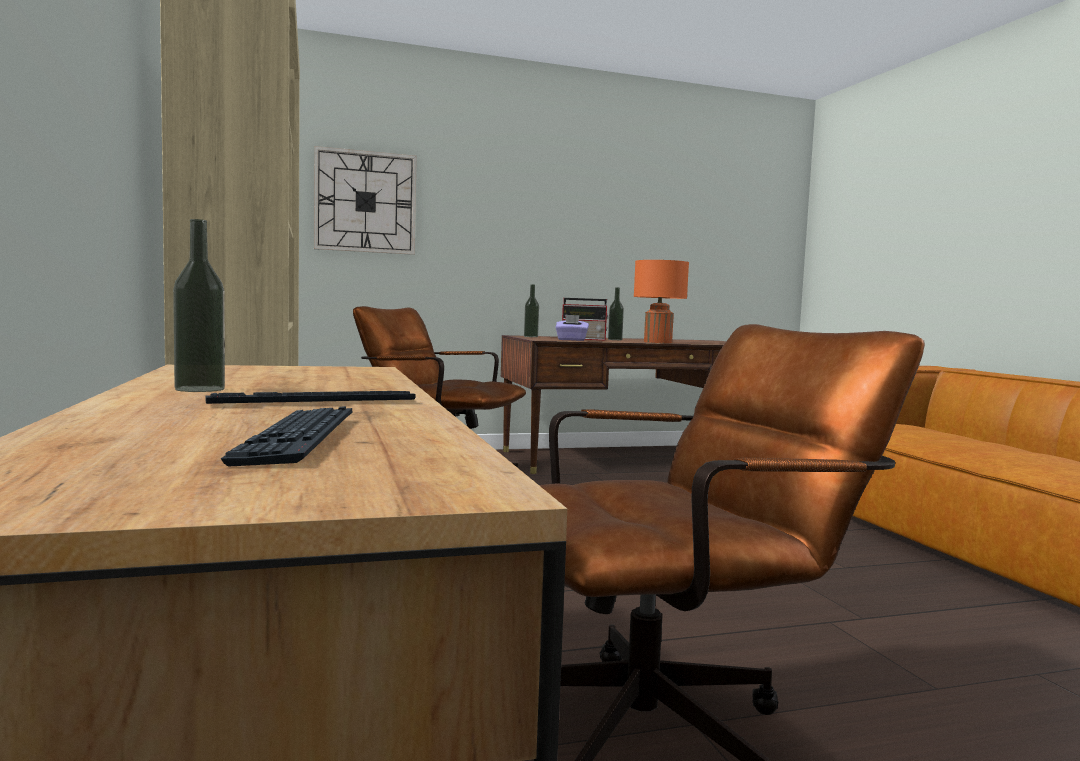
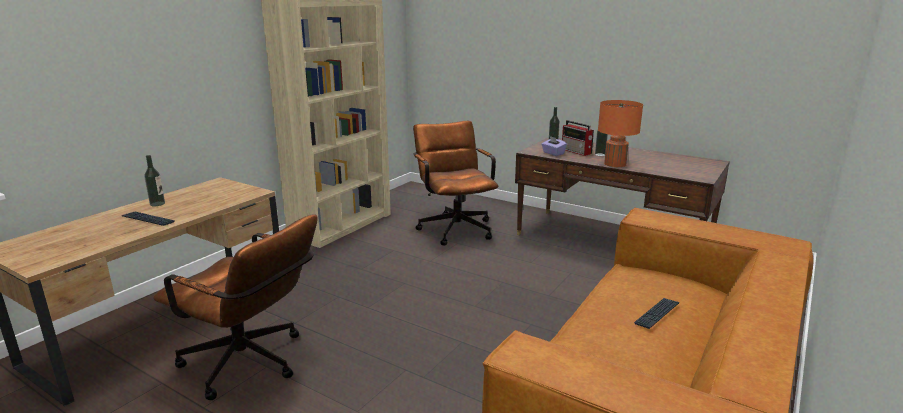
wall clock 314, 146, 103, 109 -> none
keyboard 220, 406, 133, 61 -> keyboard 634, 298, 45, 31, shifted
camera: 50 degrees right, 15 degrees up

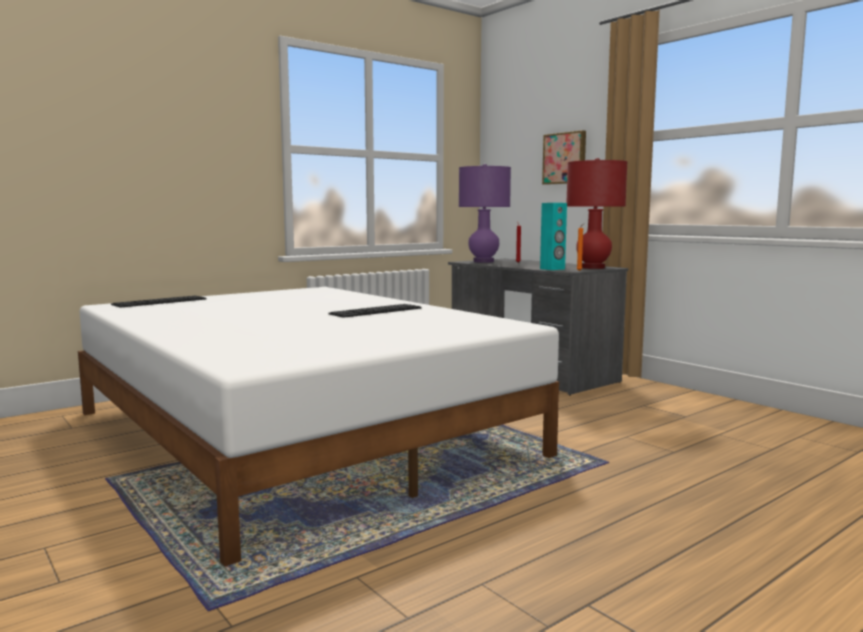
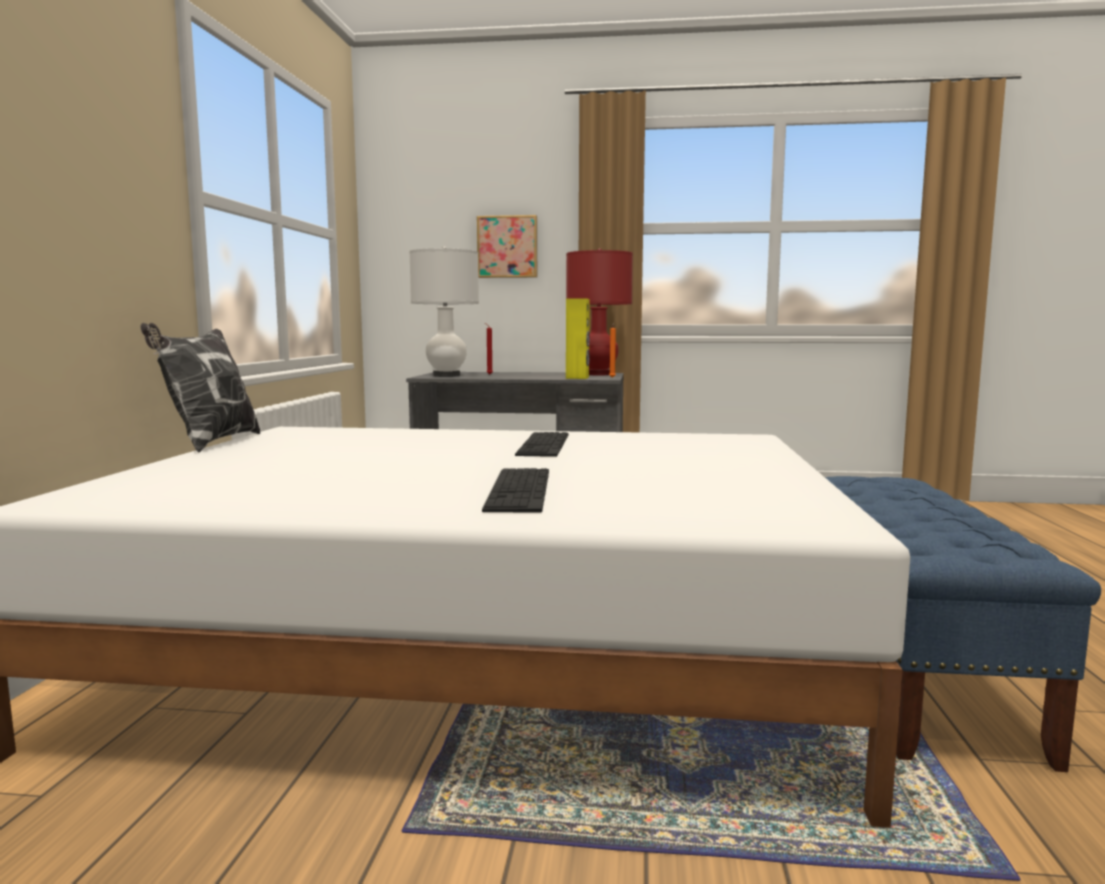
purple table lamp 459, 164, 52, 99 -> white table lamp 409, 247, 70, 130
turquoise speaker 540, 203, 27, 67 -> yellow speaker 566, 298, 24, 81
keyboard 111, 296, 96, 12 -> keyboard 482, 468, 67, 45, shifted
none -> pillow 140, 323, 120, 129
none -> blue bench 825, 476, 276, 296
camera: 45 degrees left, 0 degrees up

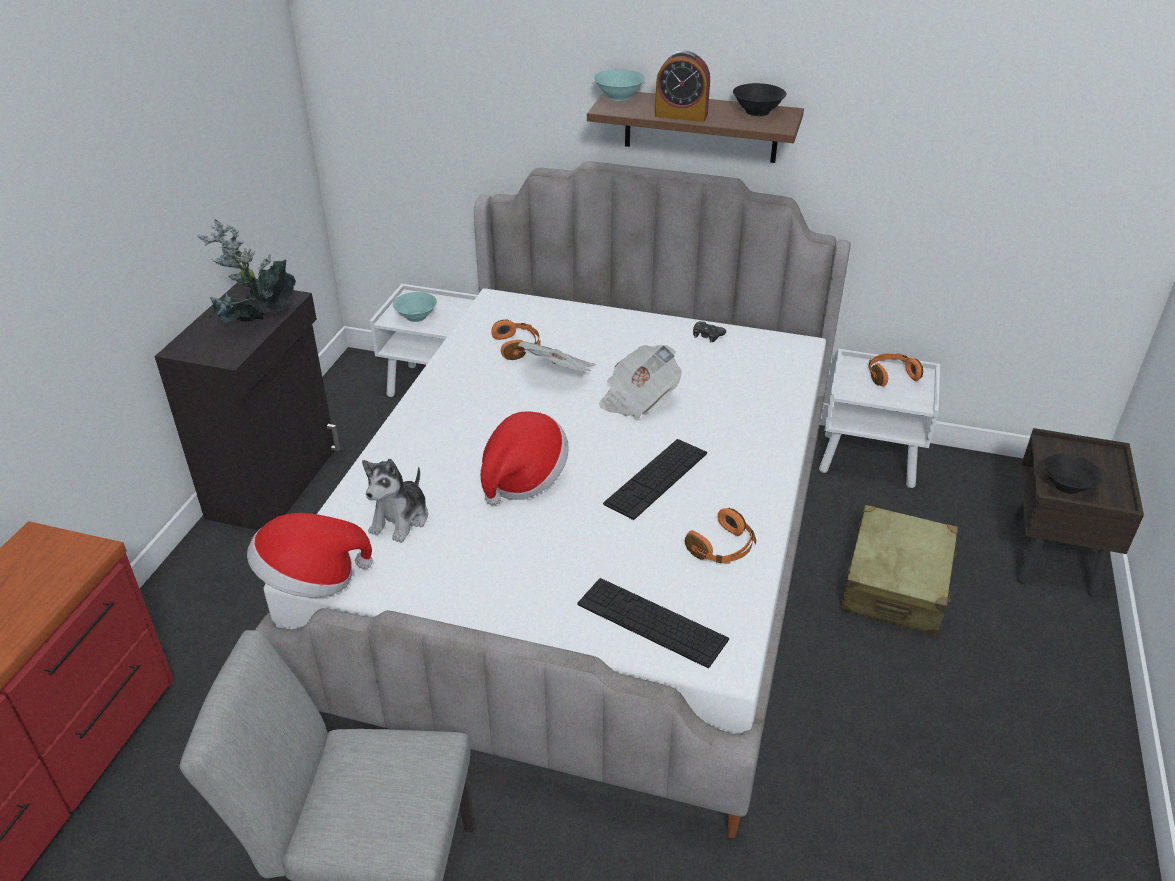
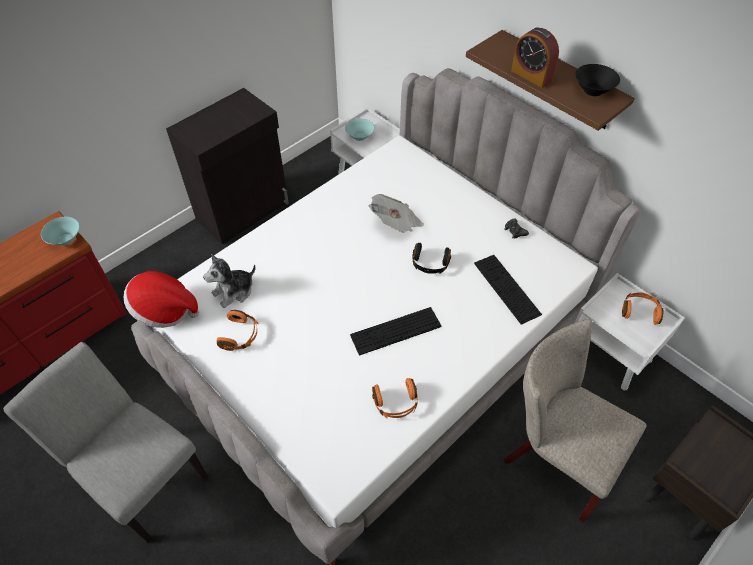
turquoise bowl 594, 69, 51, 32 -> turquoise bowl 41, 217, 39, 28, shifted
potted plant 197, 219, 99, 103 -> none
orange headphones 491, 320, 50, 40 -> orange headphones 217, 310, 42, 41, shifted
newspaper 599, 345, 83, 74 -> black headphones 412, 243, 39, 31
hat 481, 411, 88, 94 -> none
black bowl 1044, 453, 58, 41 -> none
beige suitcase 840, 505, 118, 131 -> beige chair 504, 319, 142, 203
keyboard 577, 578, 152, 90 -> keyboard 474, 255, 68, 70, shifted
camera: 30 degrees right, 15 degrees up

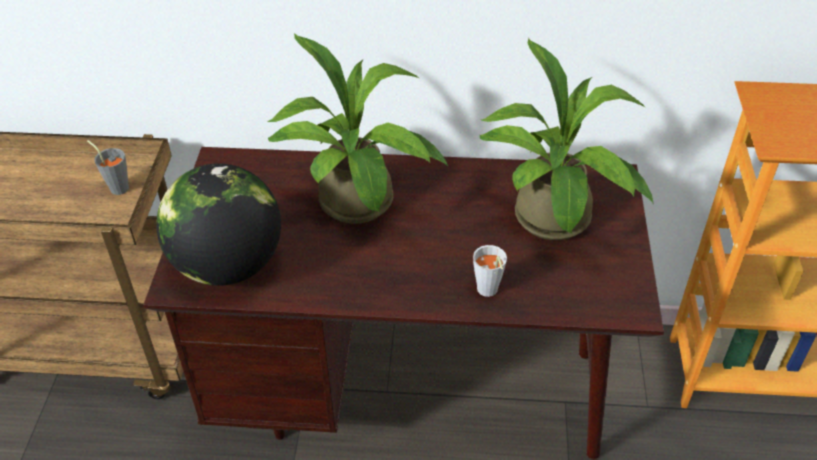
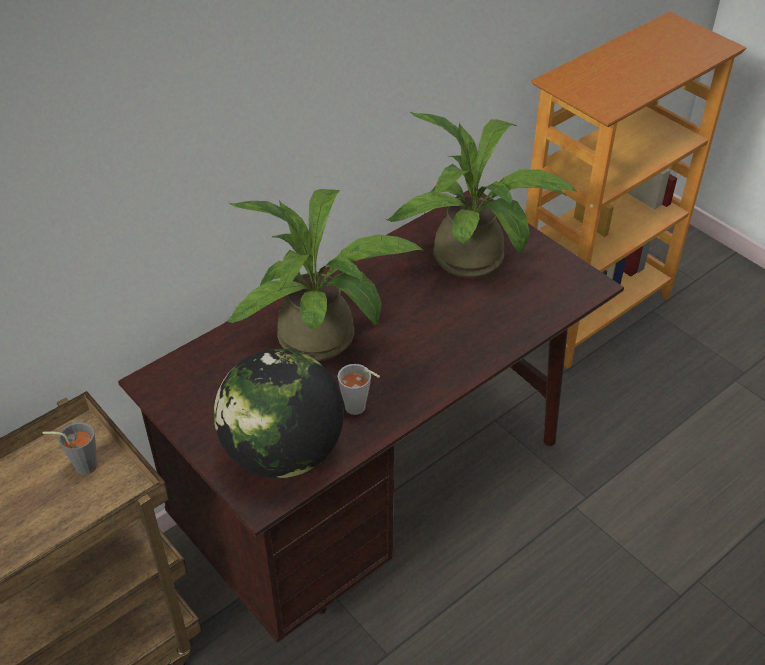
grey cup 473, 245, 34, 52 -> grey cup 338, 364, 42, 51, shifted
camera: 45 degrees left, 0 degrees up

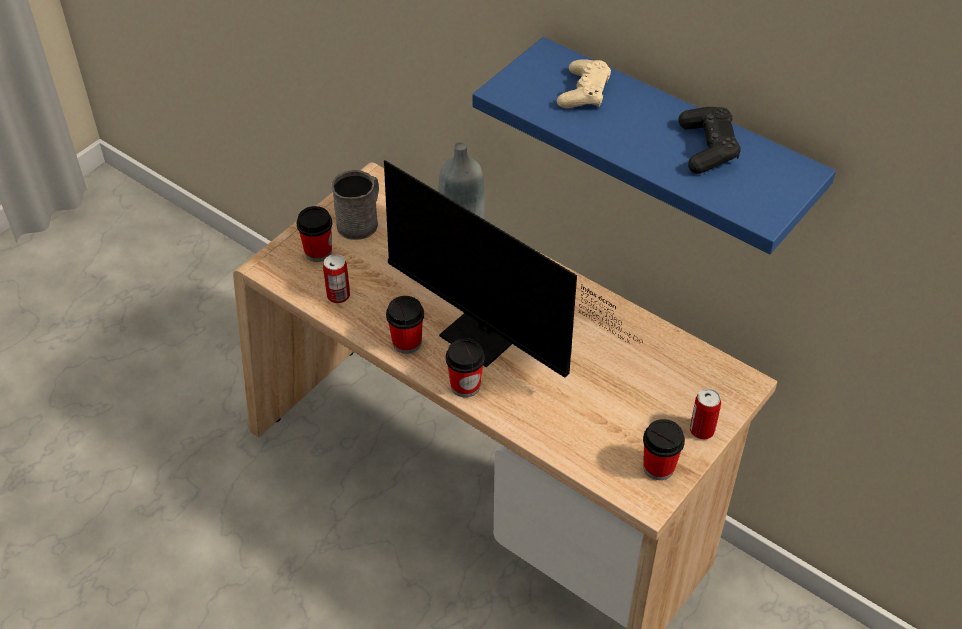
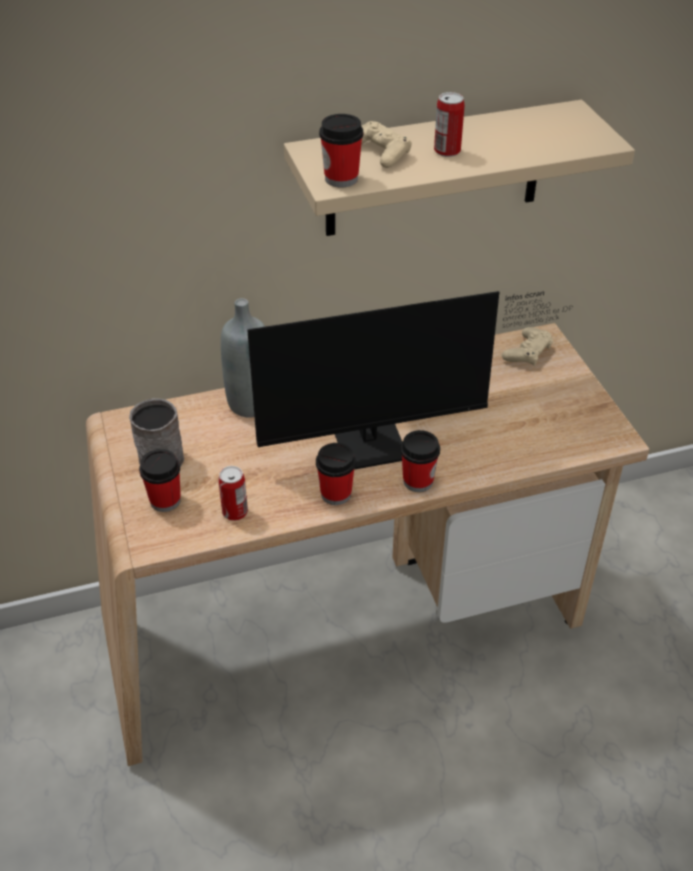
blue shelf 472, 37, 364, 217 -> beige shelf 284, 100, 351, 136
black game controller 678, 107, 63, 67 -> none
can 690, 388, 31, 51 -> can 434, 92, 31, 65, shifted
cup 643, 419, 42, 61 -> cup 319, 114, 44, 73, shifted
none -> beige game controller 502, 327, 51, 39
camera: 55 degrees left, 5 degrees down

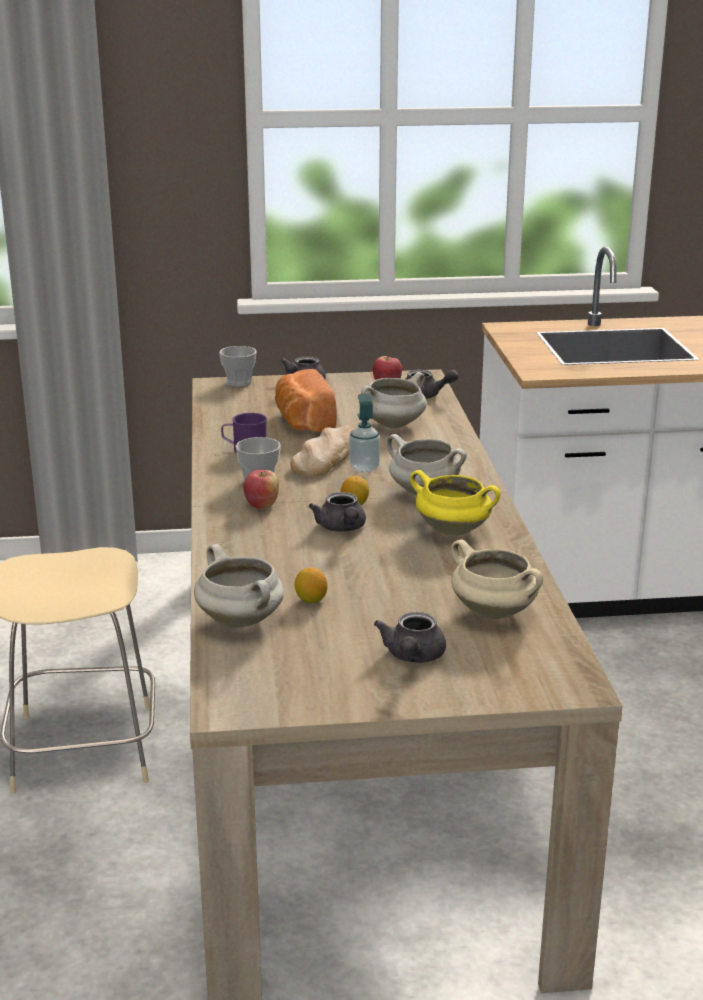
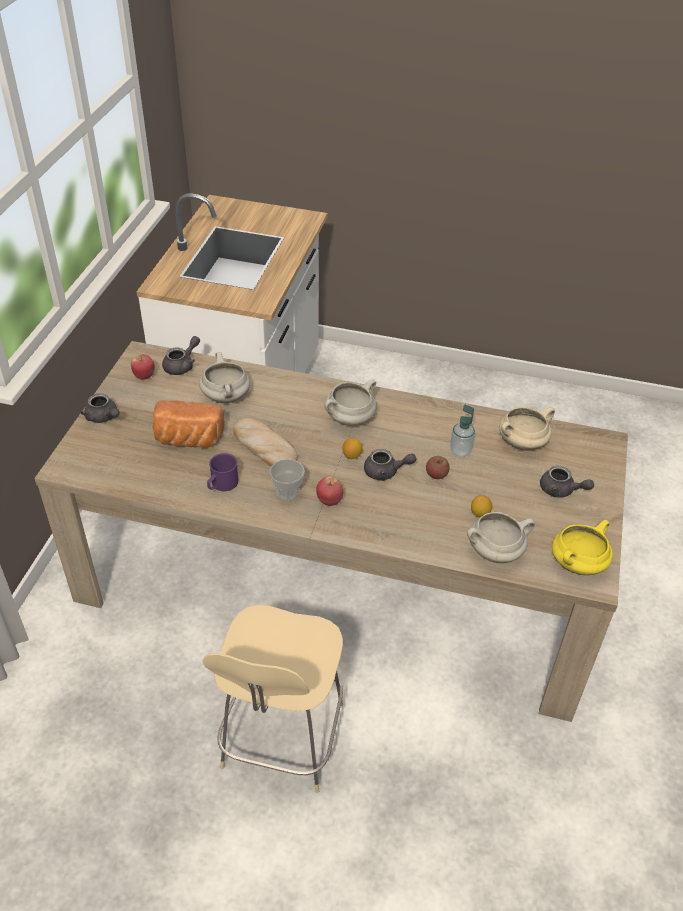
cup 219, 346, 38, 41 -> none
soap dispenser 349, 394, 31, 79 -> soap dispenser 450, 404, 25, 52, shifted
yellow cooking pot 410, 470, 91, 66 -> yellow cooking pot 552, 520, 61, 55, shifted
none -> apple 426, 456, 24, 23
camera: 70 degrees left, 20 degrees up

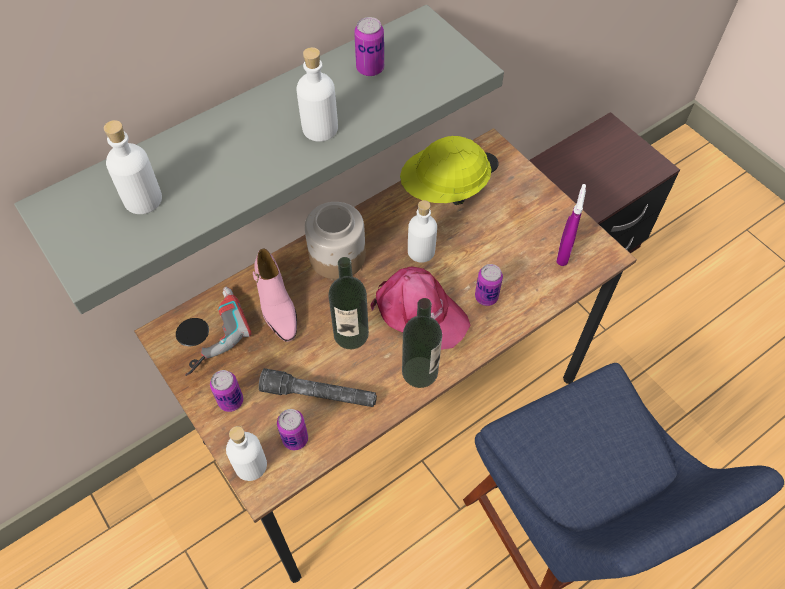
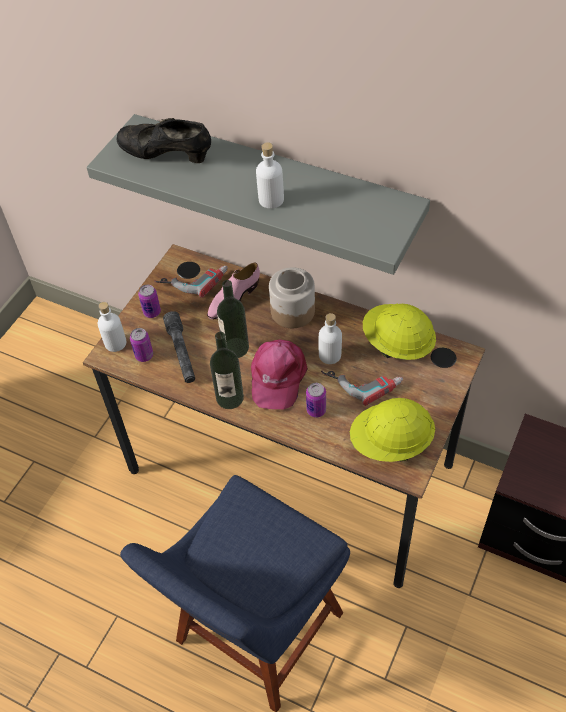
can 354, 17, 30, 59 -> none
white bottle 104, 120, 58, 94 -> black shoe 117, 118, 94, 45
purple spray bottle 556, 184, 30, 82 -> yellow hard hat 350, 398, 85, 64
none -> power drill 321, 370, 82, 36
camera: 65 degrees right, 5 degrees down

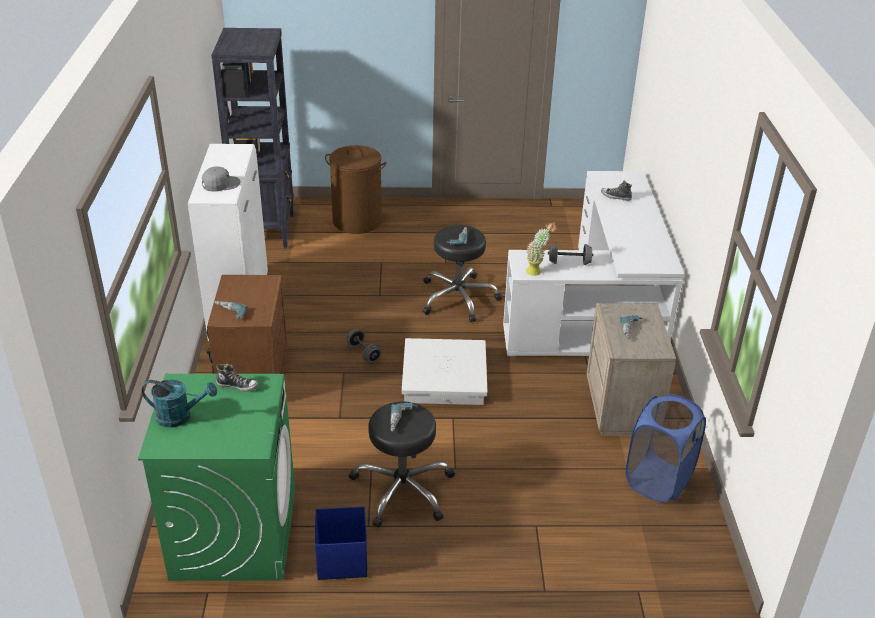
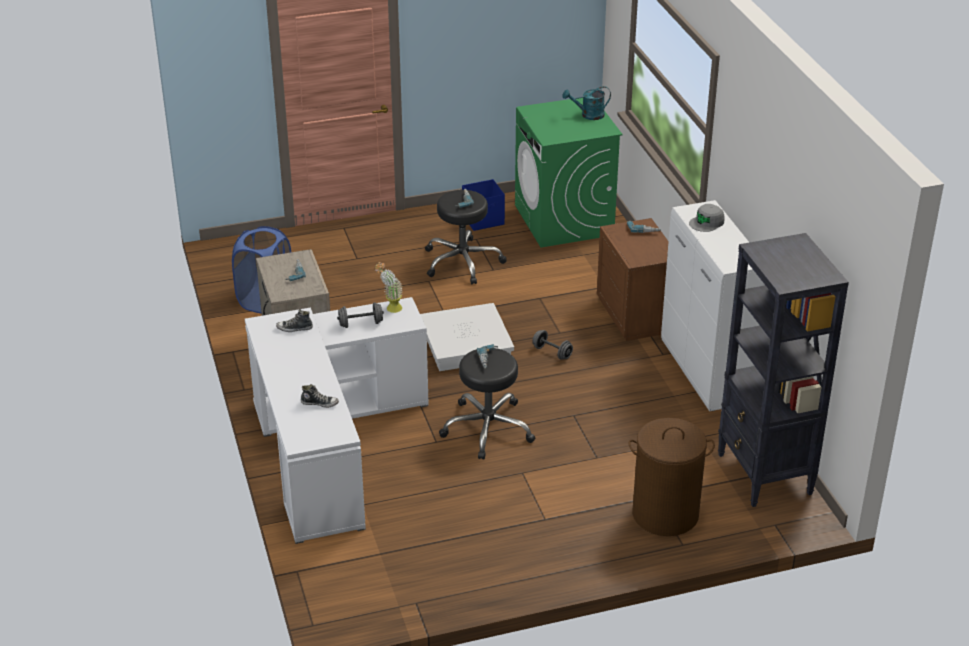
shoe 216, 364, 43, 28 -> shoe 276, 309, 37, 23, shifted
camera: 165 degrees right, 0 degrees up

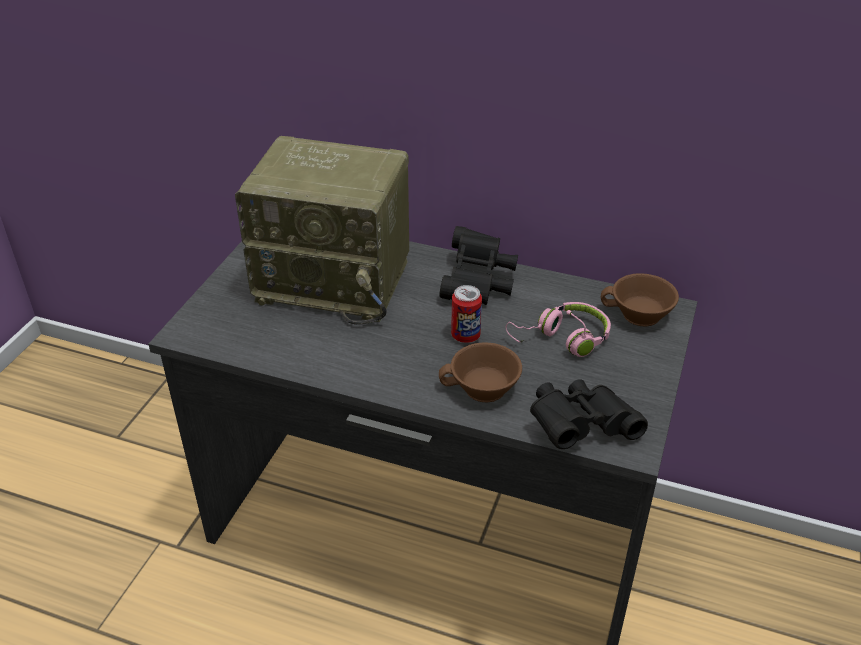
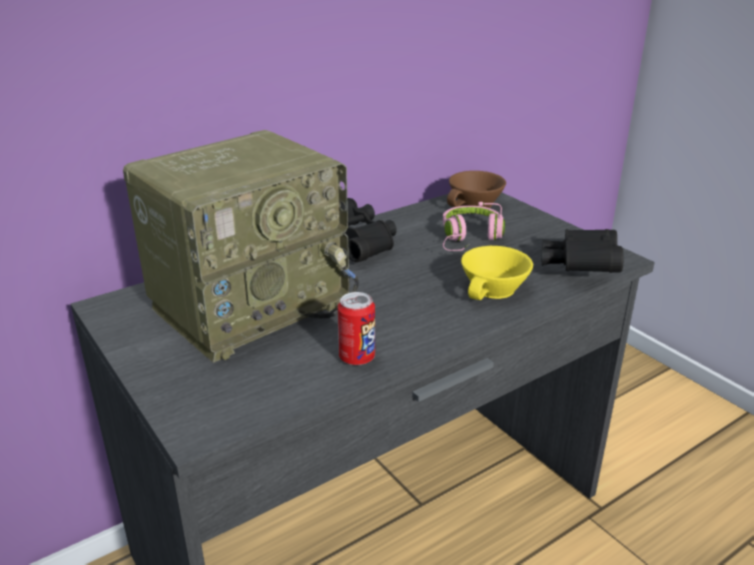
can 451, 285, 31, 58 -> can 337, 292, 38, 73, shifted
brown cup 439, 342, 83, 60 -> yellow cup 461, 246, 72, 54
camera: 55 degrees left, 10 degrees down

